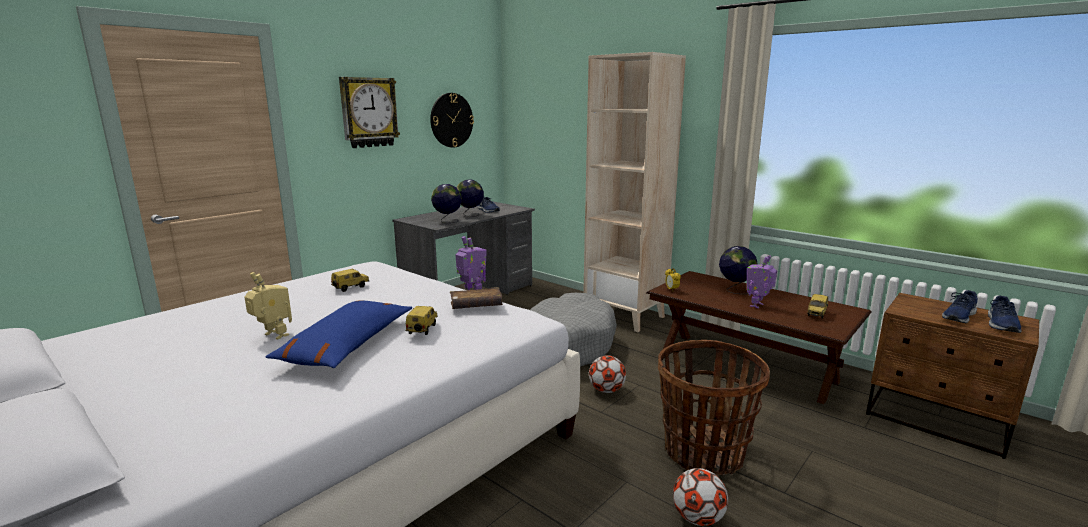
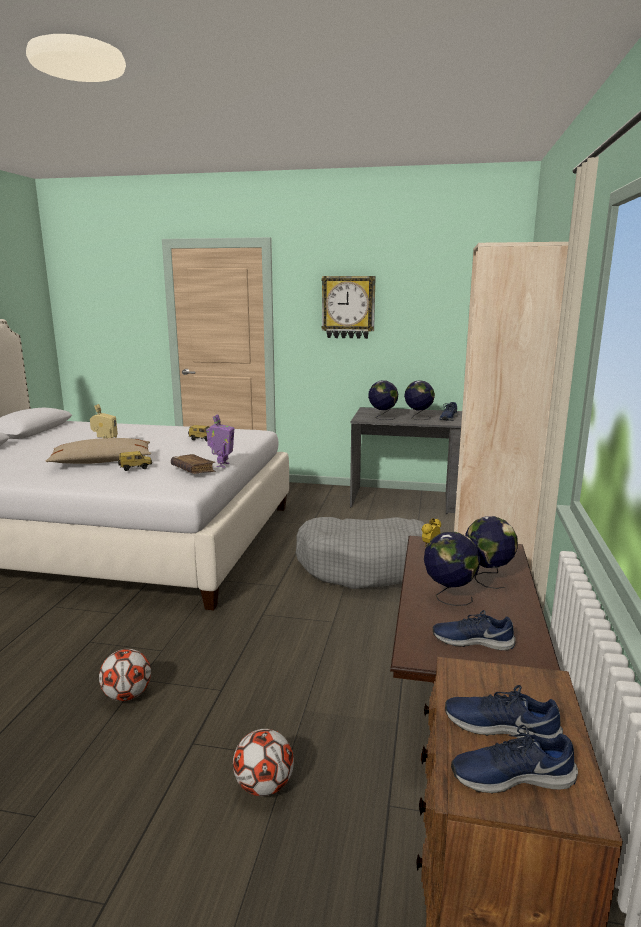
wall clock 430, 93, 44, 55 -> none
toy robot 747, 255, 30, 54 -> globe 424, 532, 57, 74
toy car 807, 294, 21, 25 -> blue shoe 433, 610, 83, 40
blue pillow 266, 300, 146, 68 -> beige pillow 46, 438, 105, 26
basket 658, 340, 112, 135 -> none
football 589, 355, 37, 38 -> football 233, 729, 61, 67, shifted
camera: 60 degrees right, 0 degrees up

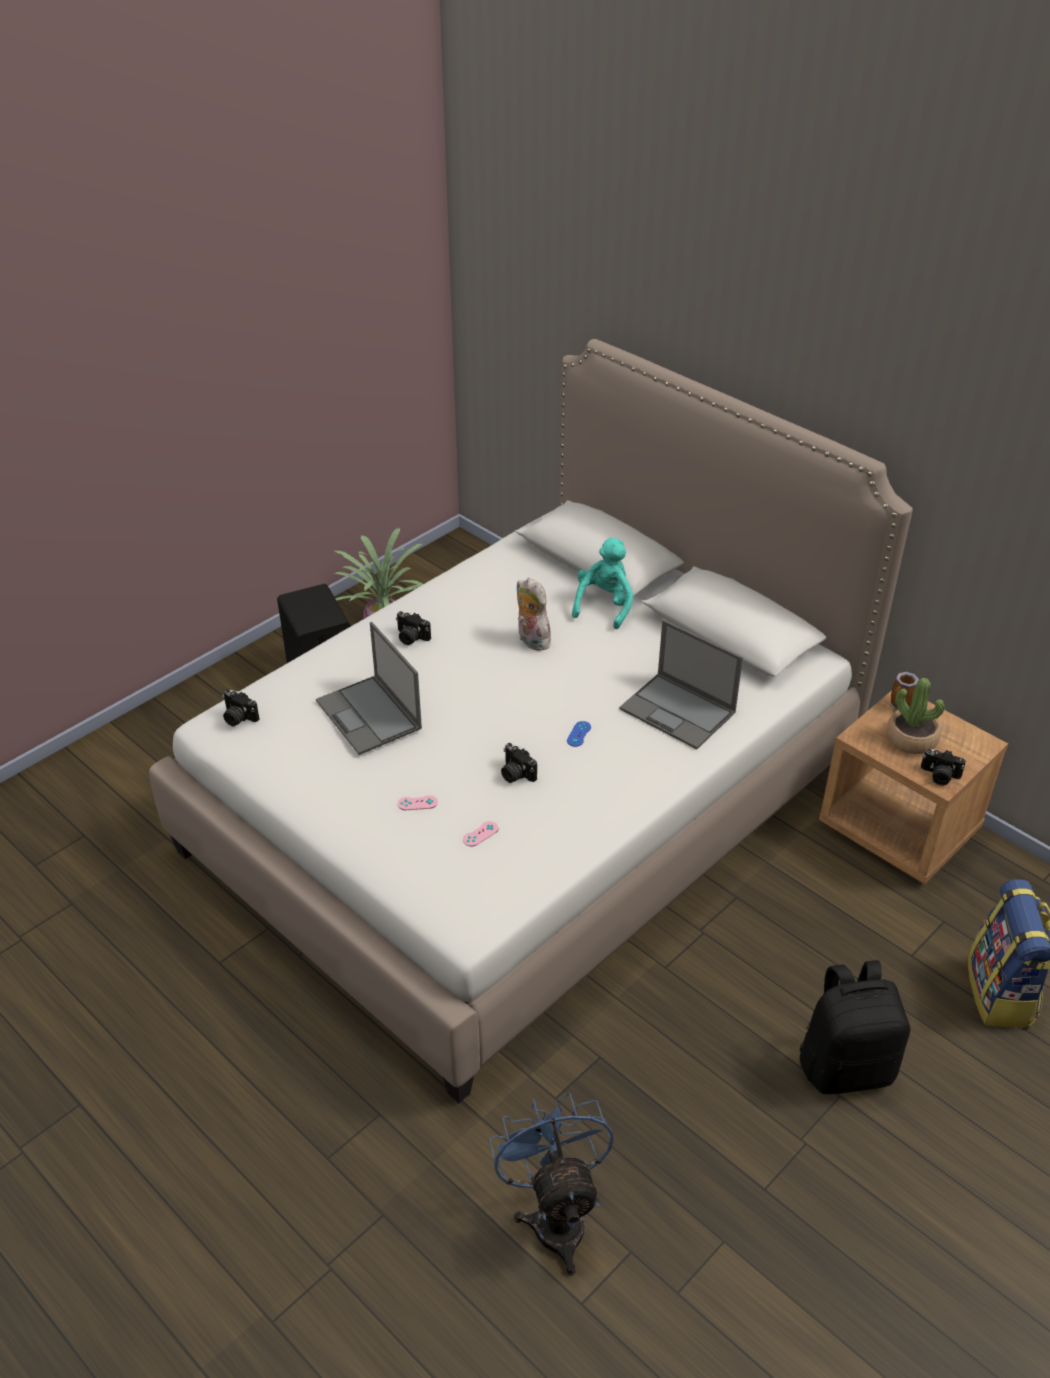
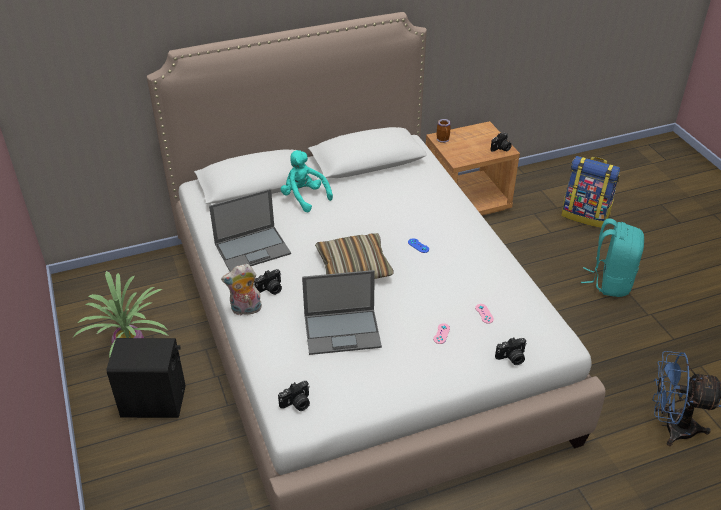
plush toy 516, 578, 35, 73 -> plush toy 221, 264, 41, 52, shifted
laptop 619, 620, 124, 129 -> laptop 209, 189, 82, 83, shifted
potted plant 886, 678, 59, 76 -> none
photo camera 501, 743, 36, 40 -> photo camera 495, 337, 32, 28, shifted
black backpack 799, 960, 111, 134 -> turquoise backpack 581, 218, 63, 79
none -> pillow 315, 233, 79, 46
camera: 65 degrees left, 0 degrees up

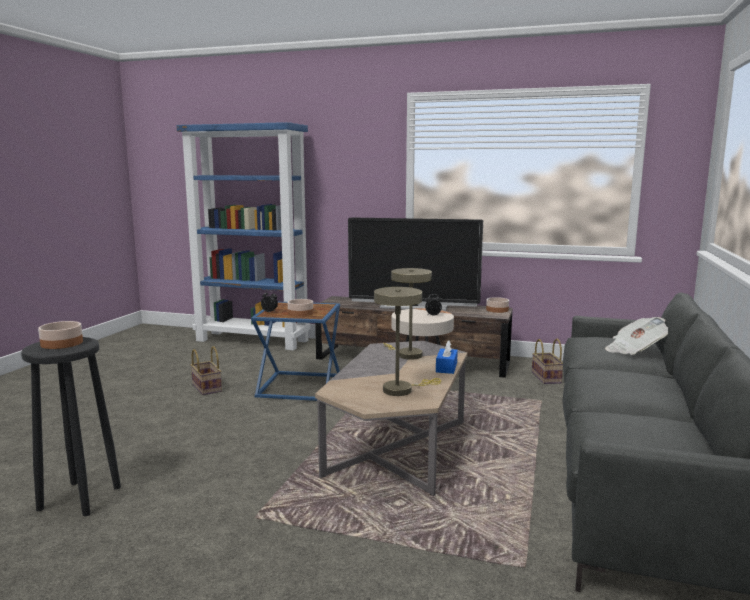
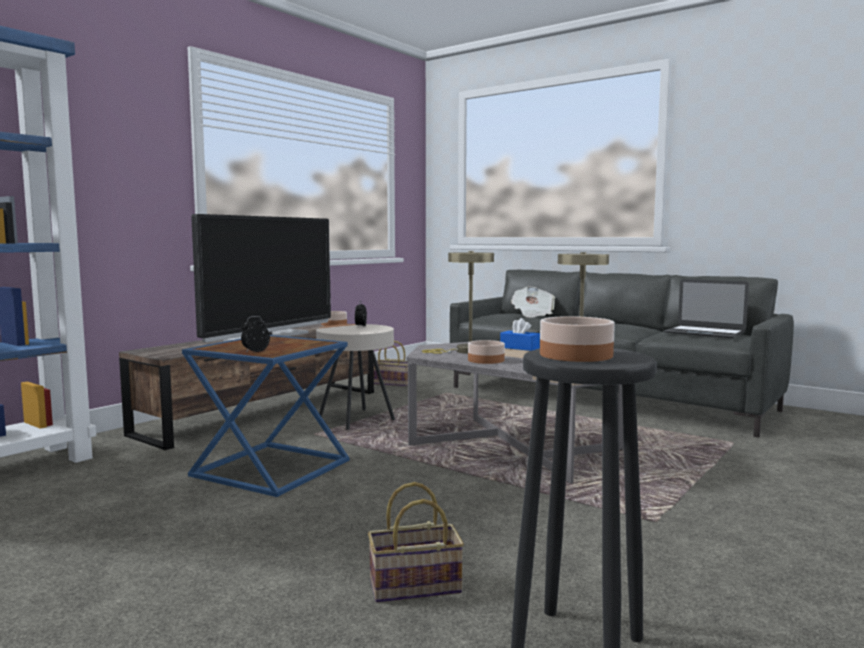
bowl 288, 299, 25, 18 -> bowl 468, 340, 37, 24, shifted
basket 190, 346, 32, 49 -> basket 368, 482, 96, 121, shifted
none -> laptop 664, 279, 85, 59
camera: 70 degrees left, 5 degrees down

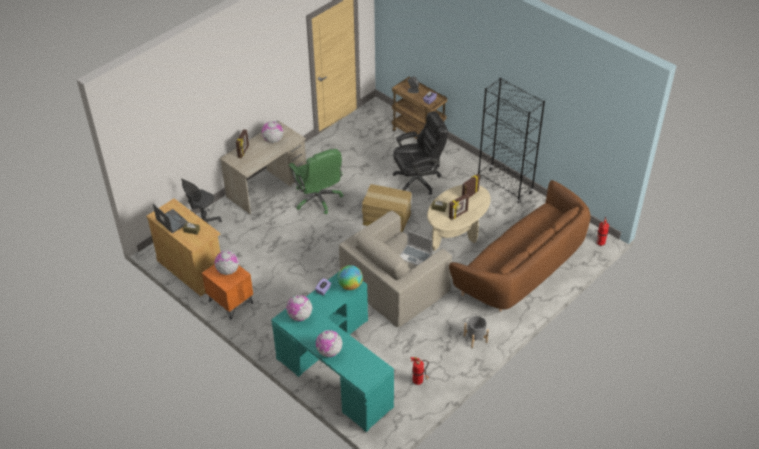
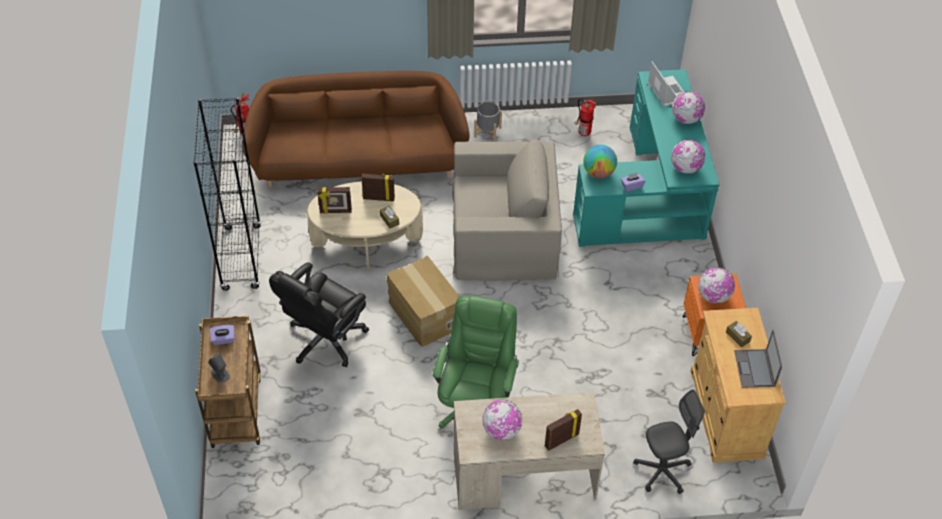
black office chair 393, 111, 55, 84 -> black office chair 269, 262, 100, 105, 75 degrees counterclockwise
laptop 400, 231, 32, 35 -> laptop 648, 61, 36, 46, shifted
camera: 140 degrees left, 5 degrees up

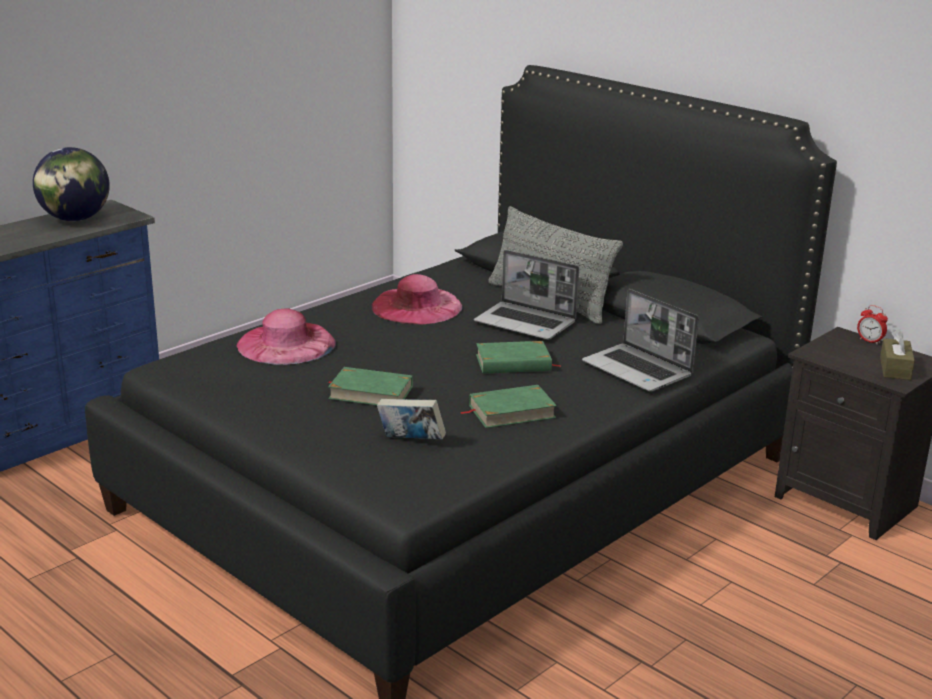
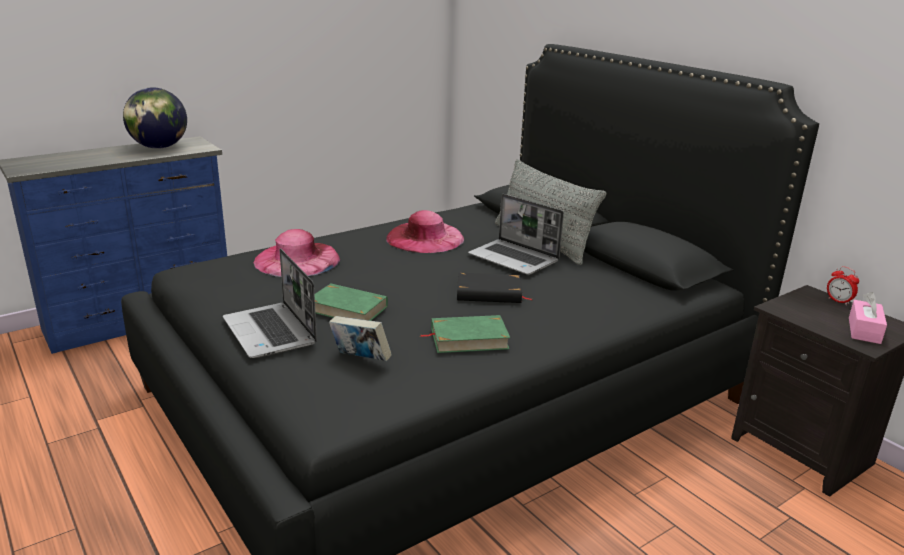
laptop 582, 289, 117, 102 -> laptop 223, 248, 94, 110, shifted
brown tissue box 880, 329, 35, 51 -> pink tissue box 849, 292, 38, 52
green book 476, 341, 86, 33 -> black book 457, 273, 75, 30
camera: 10 degrees right, 0 degrees up

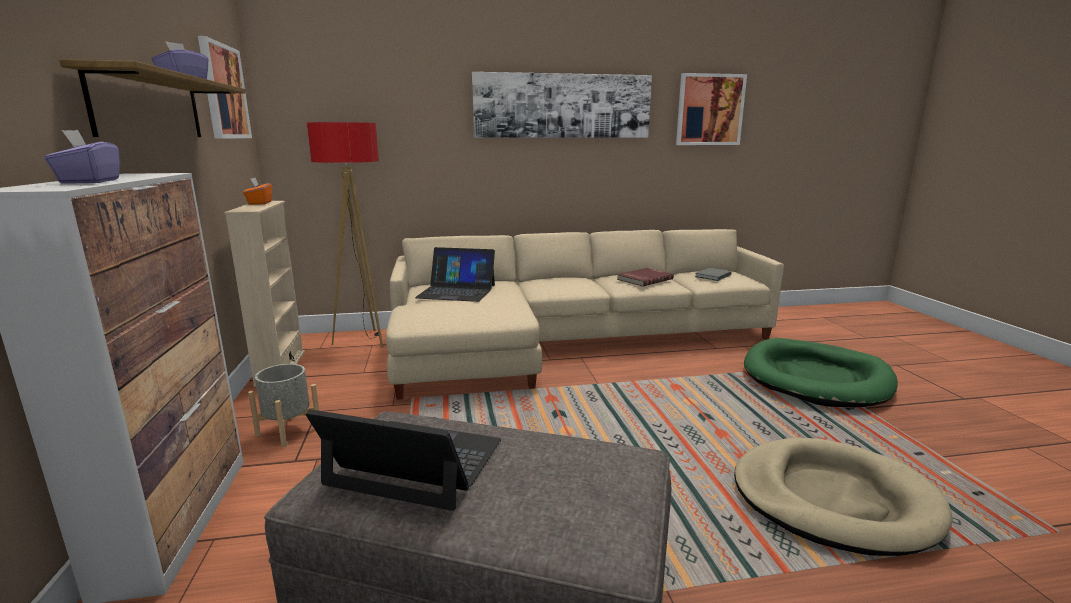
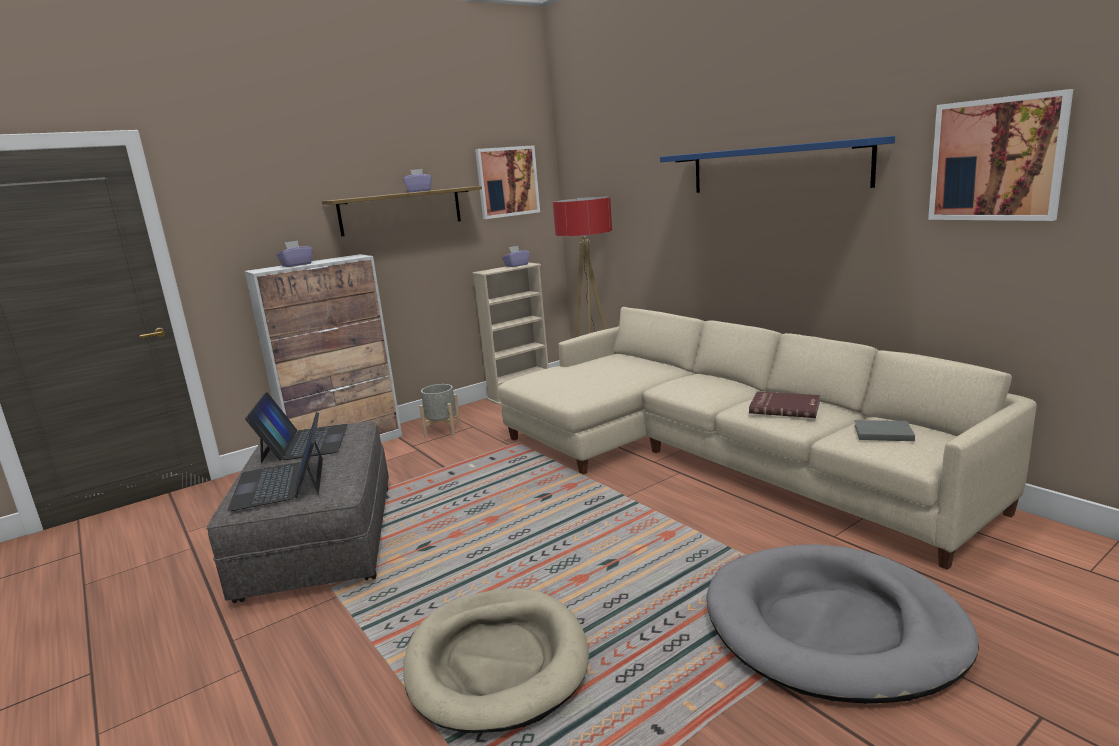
picture 472, 72, 180, 66 -> blue shelf 660, 136, 235, 57
orange tissue box 243, 178, 29, 27 -> purple tissue box 502, 246, 28, 21
laptop 415, 247, 80, 55 -> laptop 227, 412, 96, 99, shifted
green dog bed 744, 338, 154, 69 -> grey dog bed 706, 544, 273, 160
camera: 65 degrees right, 0 degrees up

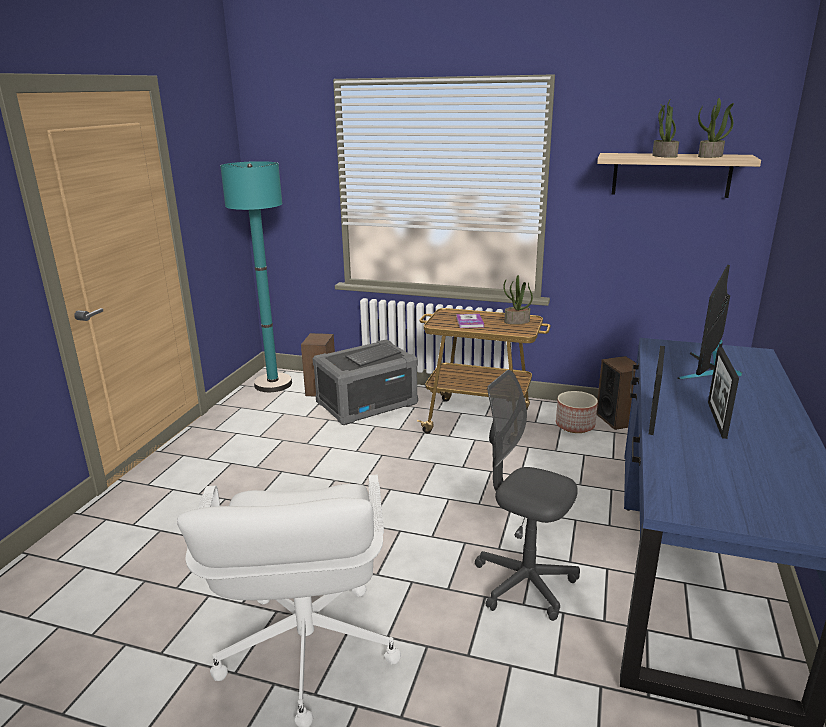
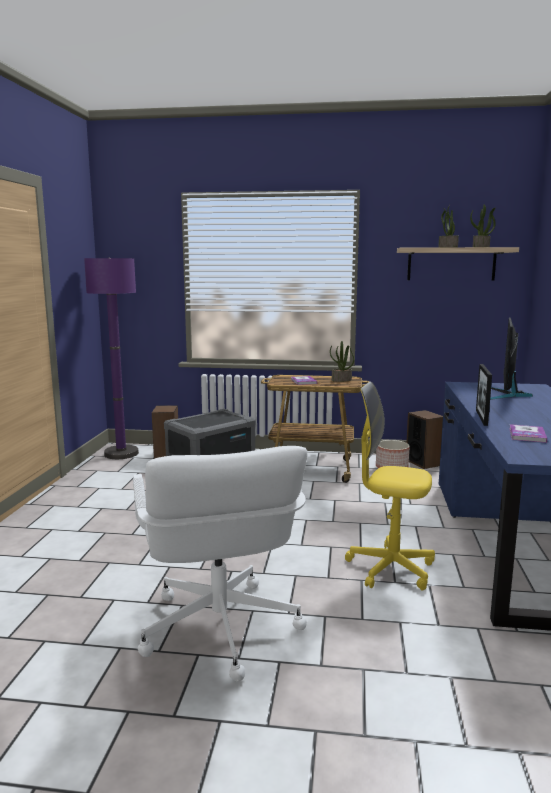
turquoise floor lamp 220, 161, 72, 231 -> purple floor lamp 84, 258, 55, 201
keyboard 346, 343, 55, 24 -> none
picture frame 708, 347, 31, 92 -> none
grey office chair 475, 370, 105, 251 -> yellow office chair 345, 382, 90, 208
none -> book 509, 424, 38, 19
camera: 10 degrees left, 10 degrees down

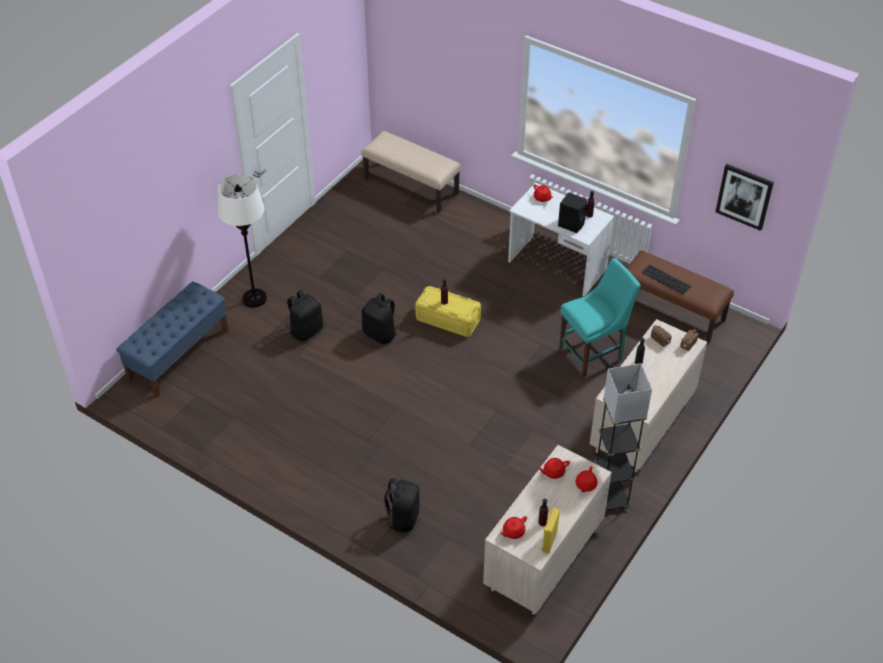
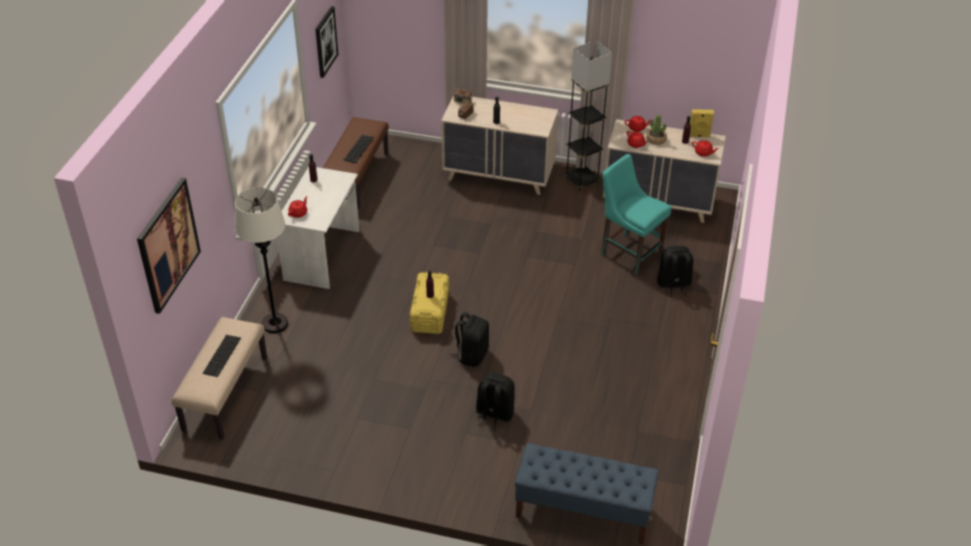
white floor lamp 218, 174, 49, 134 -> white floor lamp 235, 188, 53, 145, shifted
black speaker 558, 192, 30, 41 -> none
turquoise chair 559, 258, 81, 120 -> turquoise chair 601, 154, 70, 121, shifted
none -> potted plant 647, 114, 20, 31
none -> picture 137, 177, 64, 137
none -> keyboard 203, 335, 38, 42
camera: 110 degrees left, 5 degrees down

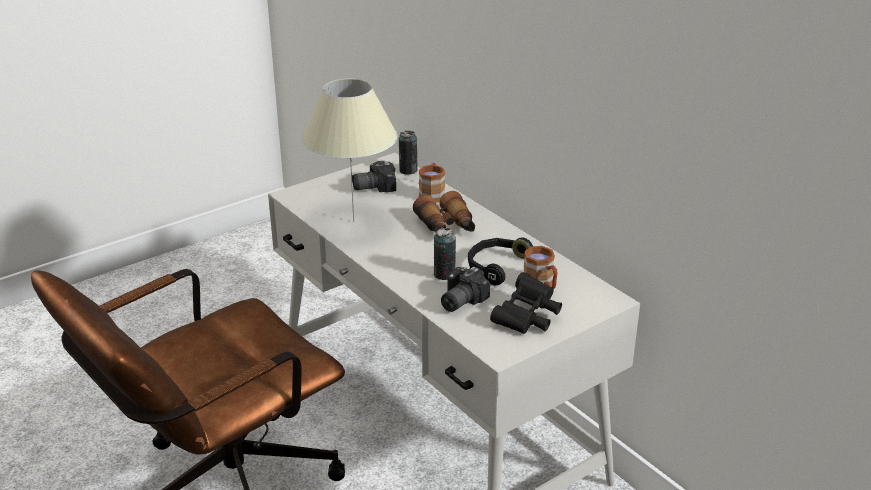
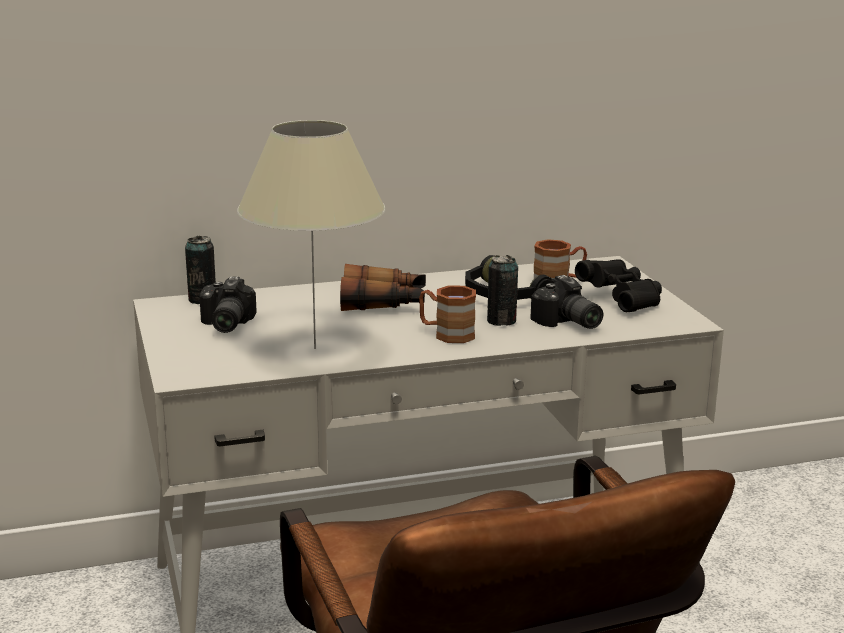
brown mug 419, 163, 26, 39 -> brown mug 419, 285, 57, 58, shifted
camera: 70 degrees left, 10 degrees down

